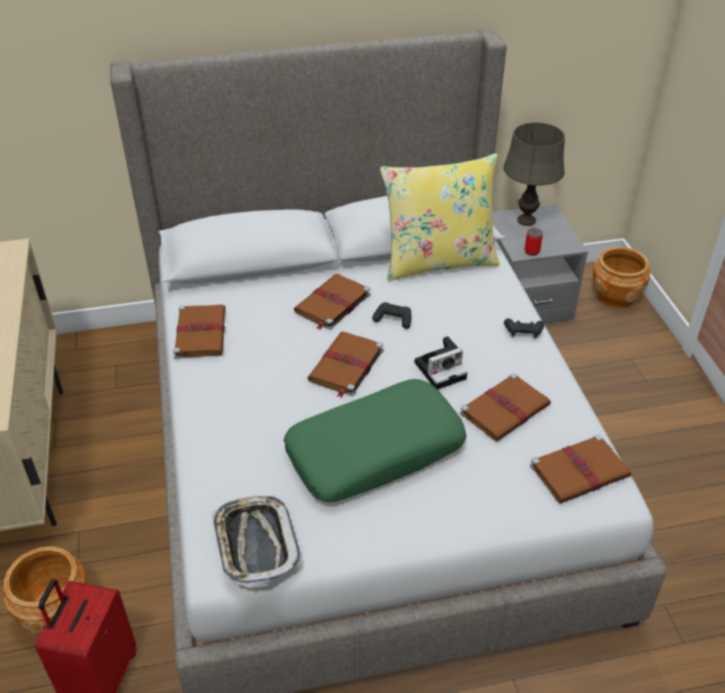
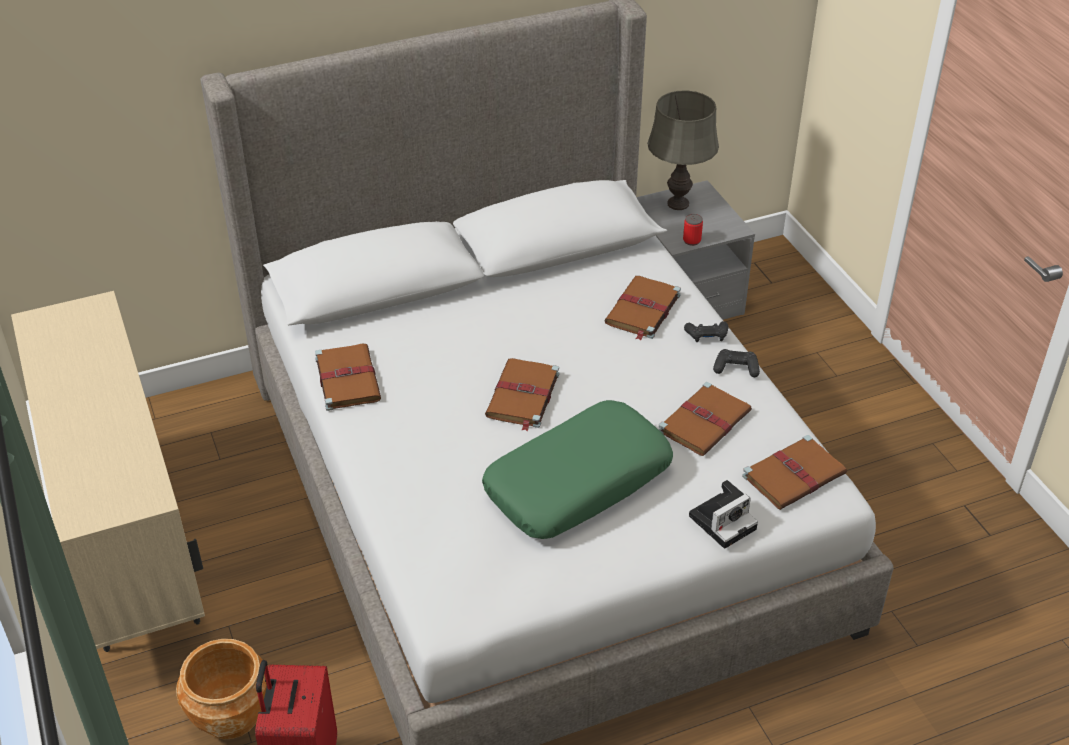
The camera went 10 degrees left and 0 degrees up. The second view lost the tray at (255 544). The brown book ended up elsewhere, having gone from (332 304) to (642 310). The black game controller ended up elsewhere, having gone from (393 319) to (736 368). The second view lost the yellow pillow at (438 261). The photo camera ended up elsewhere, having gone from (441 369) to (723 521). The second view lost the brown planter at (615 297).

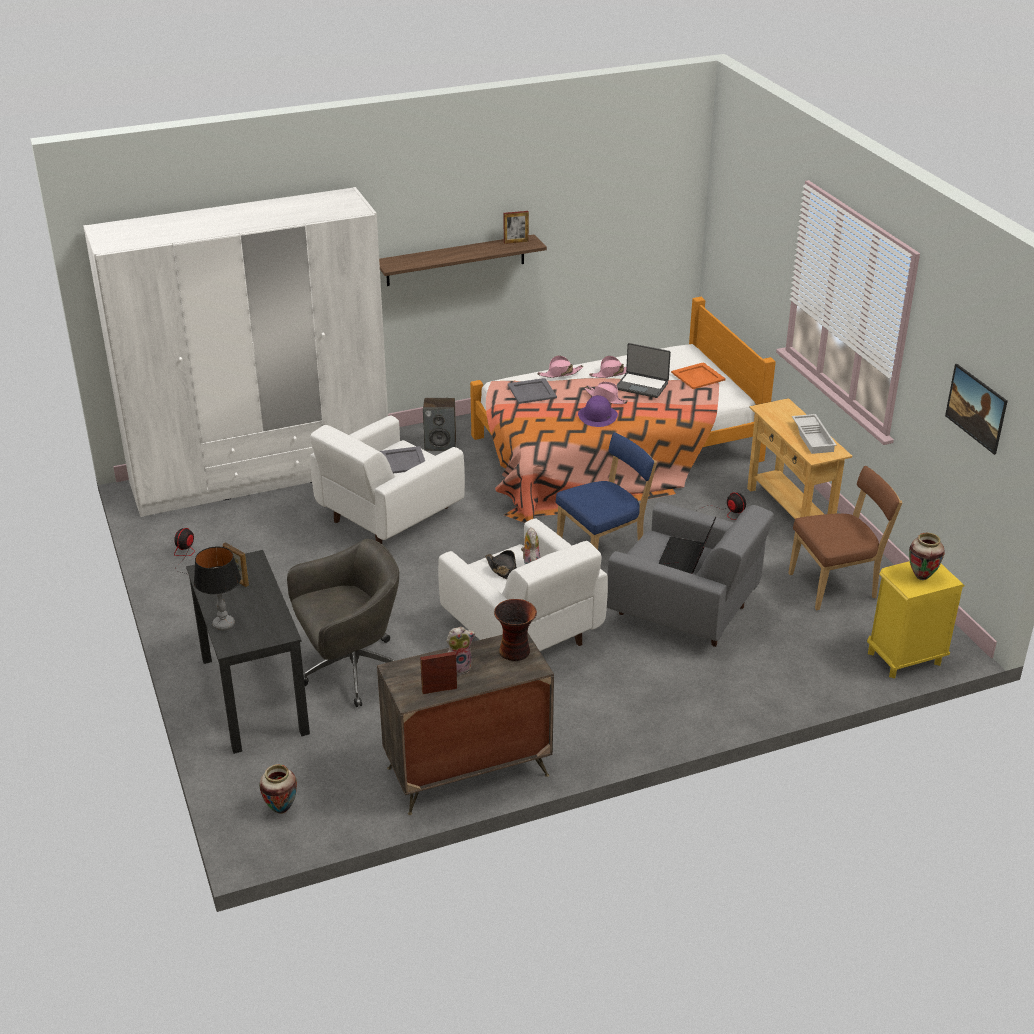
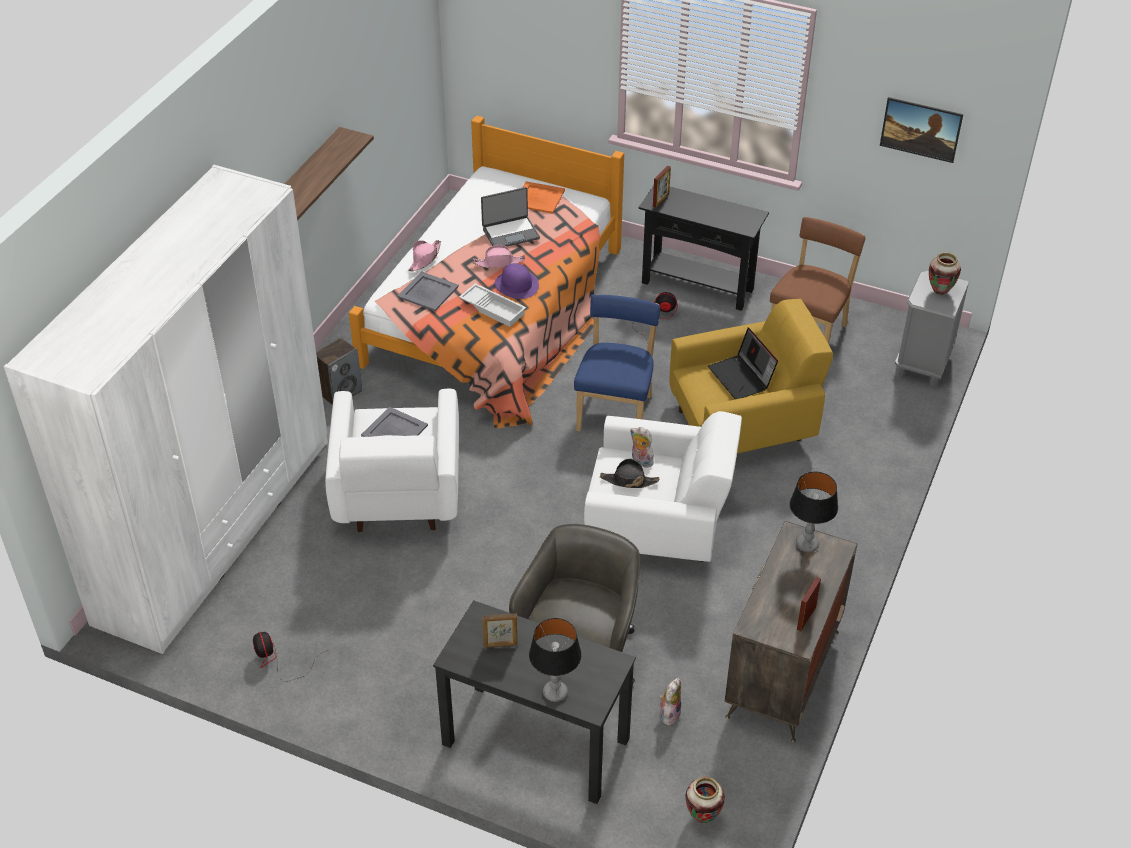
The camera went 45 degrees left and 10 degrees up. The plush toy ended up elsewhere, having gone from (459 667) to (669 713). Where the vase stood at (516 651), the table lamp came to stand at (807 544). The picture frame ended up elsewhere, having gone from (516 242) to (660 200). The second view lost the pink hat at (611 373). What was the grey armchair at (686 612) turned into the yellow armchair at (744 424). What was the beige console table at (789 511) turned into the black console table at (697 286). The white tray ended up elsewhere, having gone from (814 437) to (493 308). What was the yellow nightstand at (904 659) turned into the grey nightstand at (922 364).

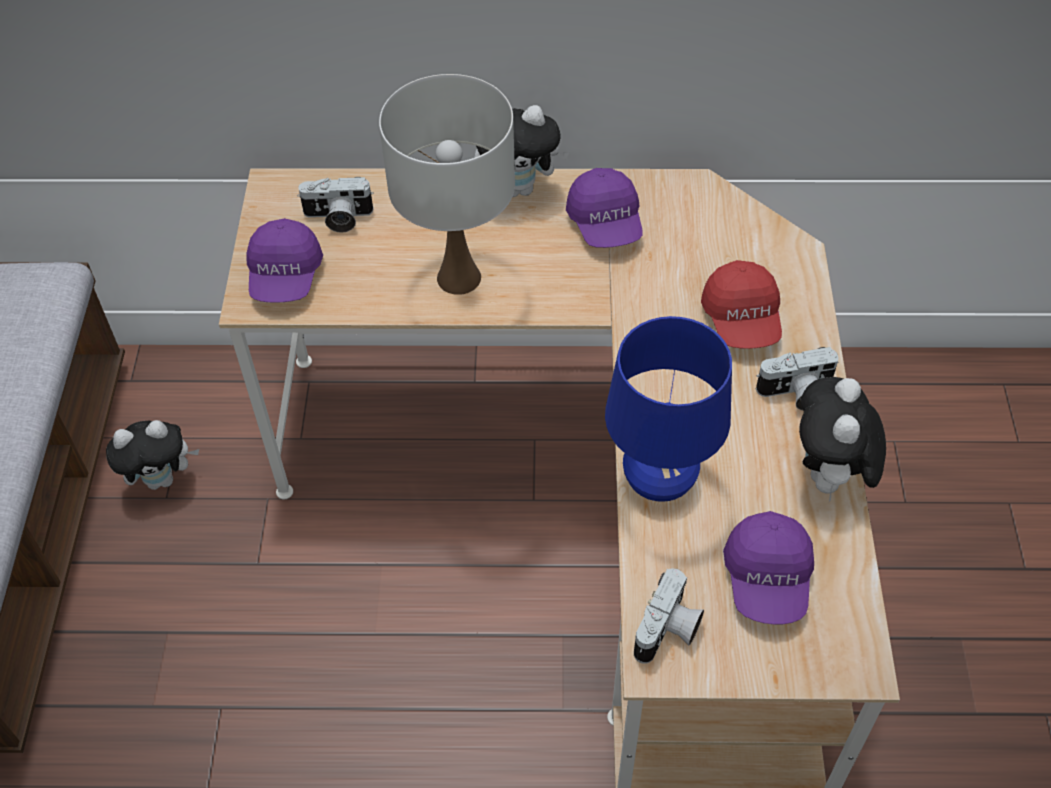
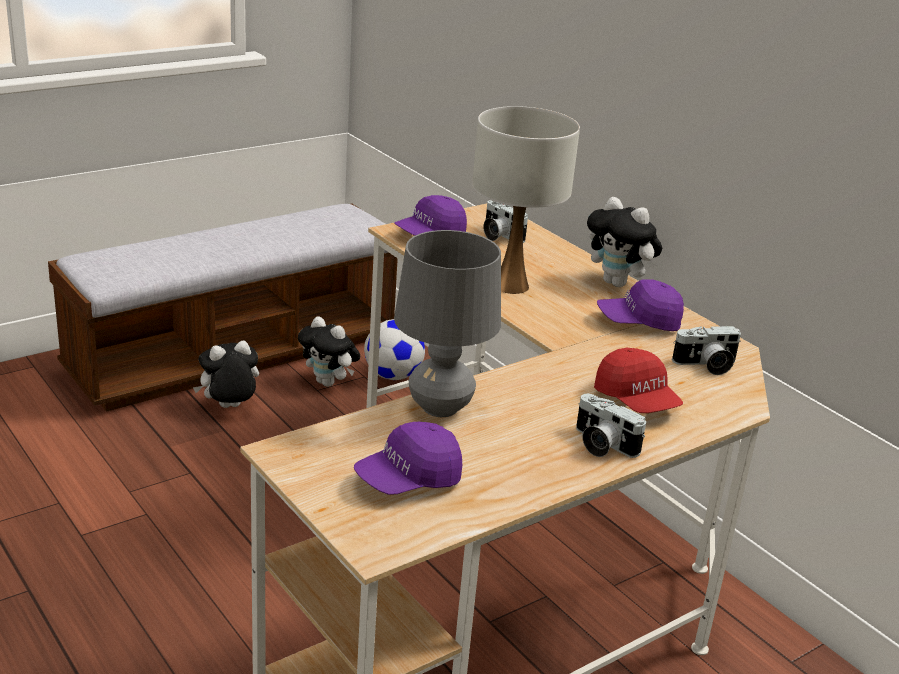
The camera went 50 degrees right and 25 degrees down. The purple cap at (605 224) ended up facing another way, 45 degrees clockwise from before. What was the blue table lamp at (659 482) turned into the grey table lamp at (440 408). The photo camera ended up elsewhere, having gone from (668 631) to (706 365). The red cap at (742 320) ended up facing another way, 75 degrees counterclockwise from before. The plush toy ended up elsewhere, having gone from (829 477) to (229 408). The second view gained the football at (393 375).

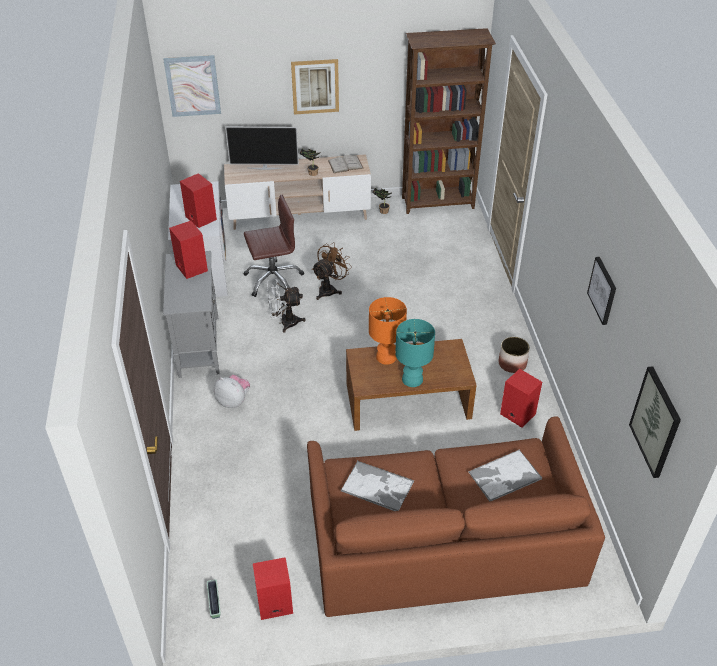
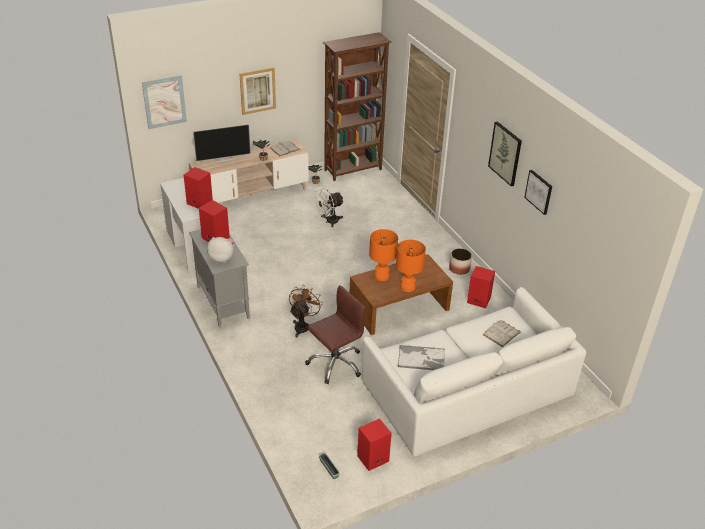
The camera went 20 degrees left and 5 degrees down. The plush toy ended up elsewhere, having gone from (233 401) to (222 258). The brown office chair ended up elsewhere, having gone from (273 280) to (335 363). The white fan ended up elsewhere, having gone from (284 323) to (329 221). What was the brown sofa at (443 538) turned into the white sofa at (467 389). The brown fan ended up elsewhere, having gone from (330 289) to (303 326). What was the turquoise table lamp at (413 379) turned into the orange table lamp at (408 286). Where the tray stood at (504 476), the white book came to stand at (501 333). The picture ended up elsewhere, having gone from (656 422) to (505 153).

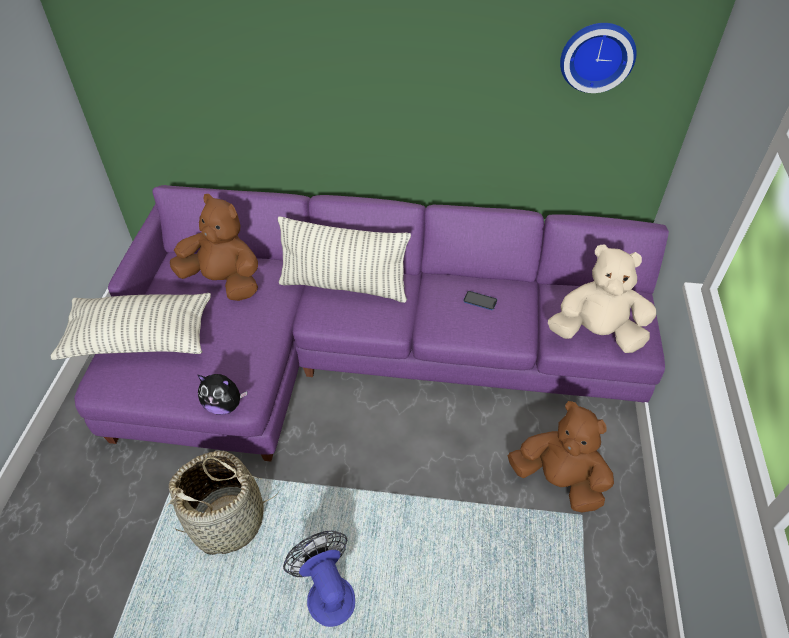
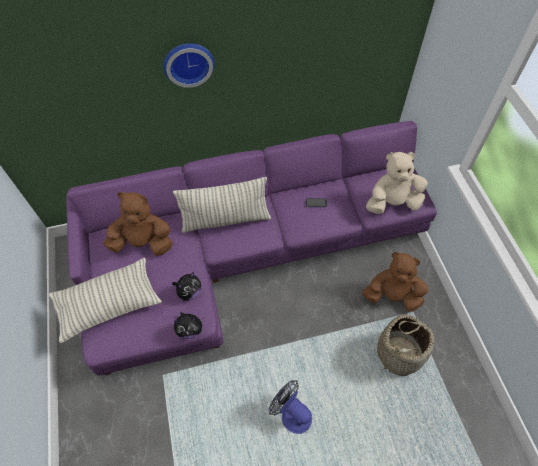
The camera went 20 degrees left and 10 degrees up. The basket ended up elsewhere, having gone from (228 521) to (399 353). The wall clock ended up elsewhere, having gone from (597 55) to (188 62). The second view gained the plush toy at (189 292).

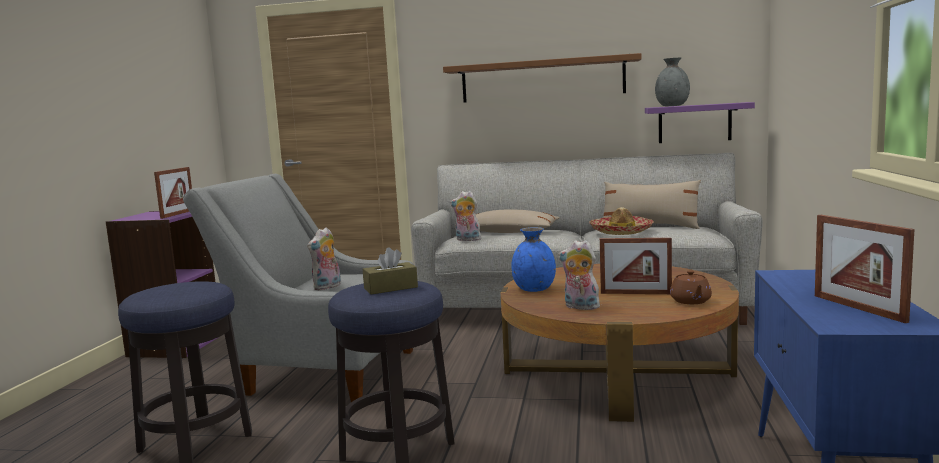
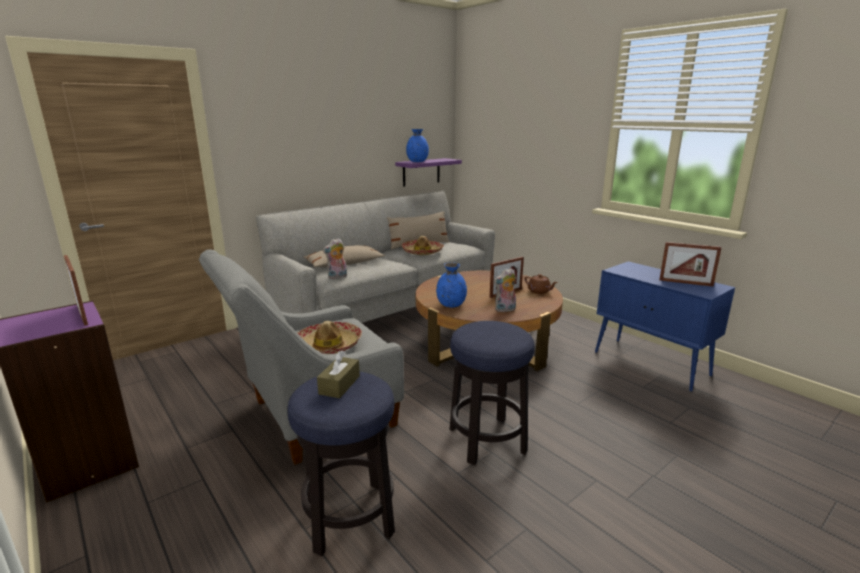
The camera went 50 degrees left and 10 degrees up. Where the plush toy stood at (327 287), the hat came to stand at (329 345). The brown tissue box ended up elsewhere, having gone from (390 288) to (339 385). The second view lost the brown shelf at (542 80). What was the grey vase at (672 106) turned into the blue vase at (417 161).

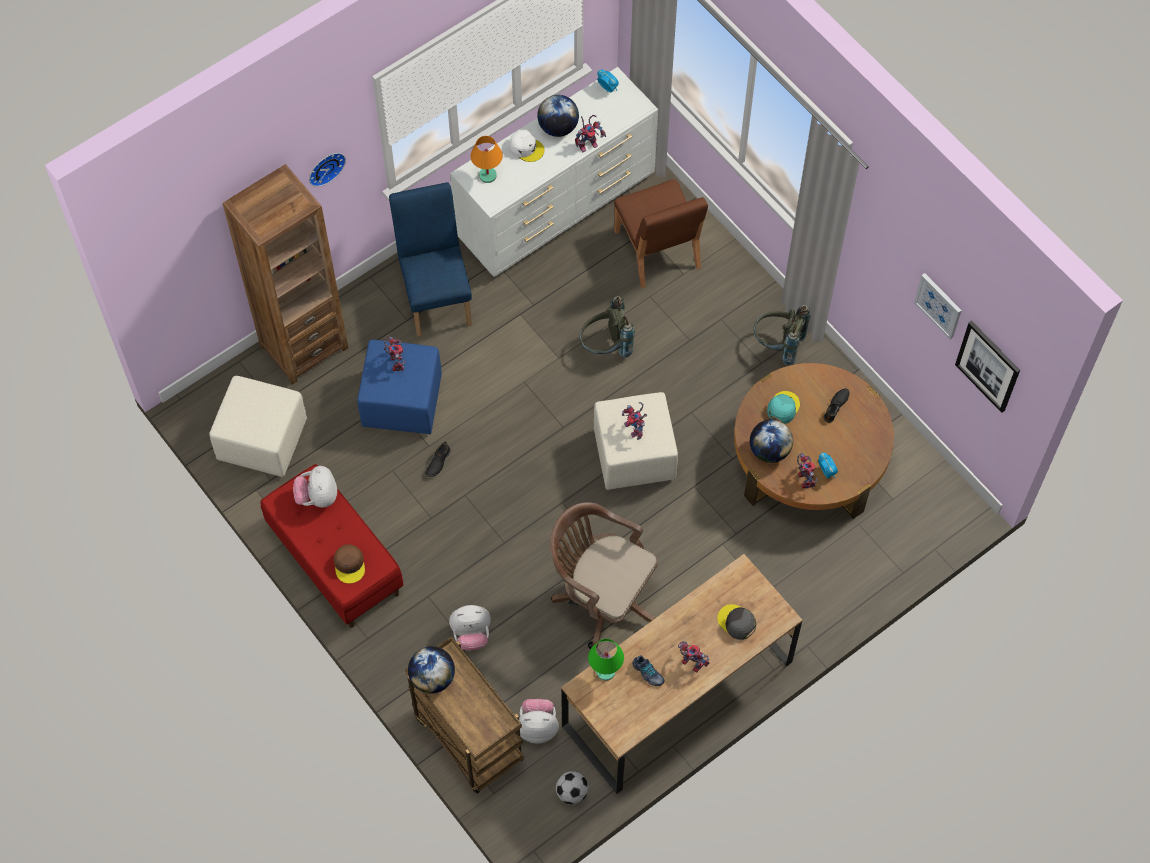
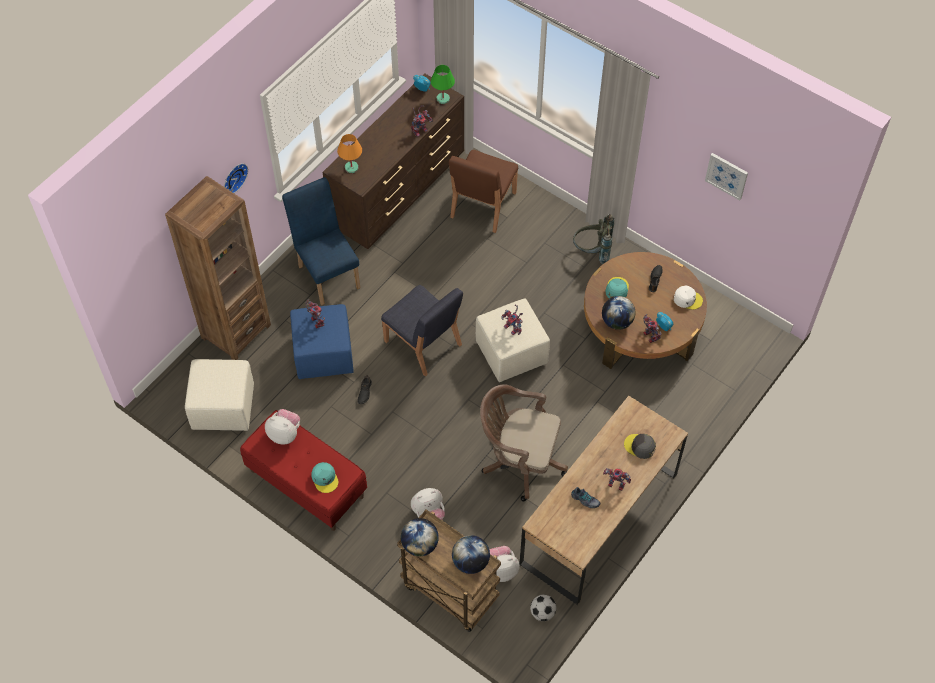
The camera went 15 degrees left and 5 degrees down. The plush toy at (317 497) ended up facing another way, 135 degrees clockwise from before. What was the brown cap at (349 565) turned into the turquoise cap at (325 478). What was the white dresser at (557 208) turned into the brown dresser at (399 191). The white cap ended up elsewhere, having gone from (526 148) to (687 299). The globe ended up elsewhere, having gone from (558 127) to (470 562). The second view lost the grey backpack at (606 347). The green table lamp ended up elsewhere, having gone from (605 671) to (442 99). The brown chair at (657 250) ended up facing another way, 60 degrees clockwise from before. The second view lost the picture at (988 366). The second view gained the blue chair at (423 344).

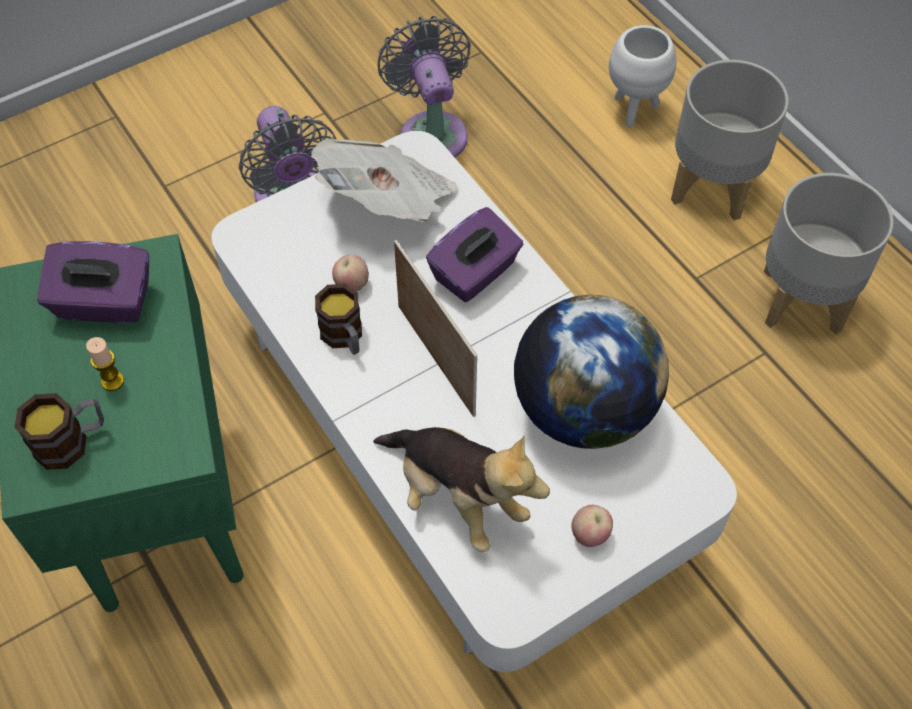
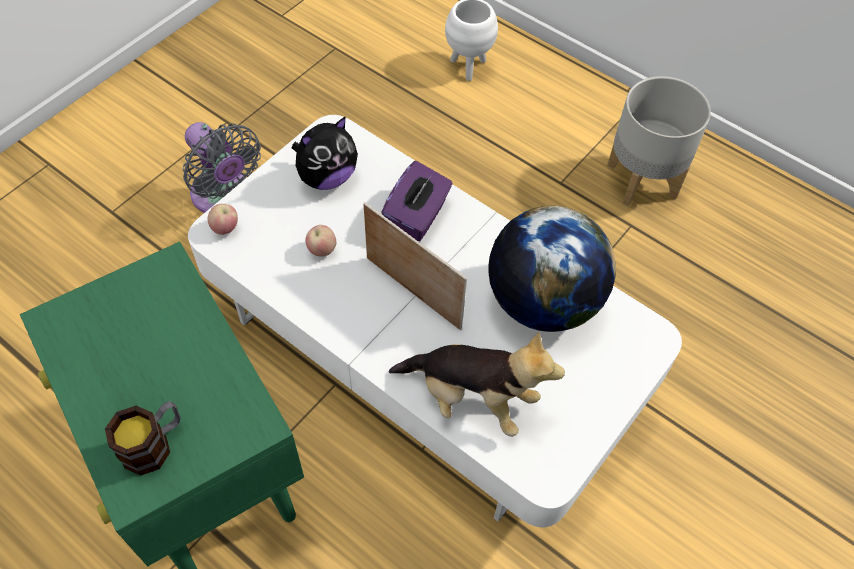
The camera went 20 degrees left and 0 degrees up. The second view lost the purple tissue box at (103 303). The second view lost the candle at (112 381). Where the newspaper stood at (388 202), the plush toy came to stand at (327 177). The second view lost the mug at (345 338). The second view lost the grey fan at (431 131). The apple ended up elsewhere, having gone from (590 535) to (225 228). The second view lost the grey planter at (713 187).

